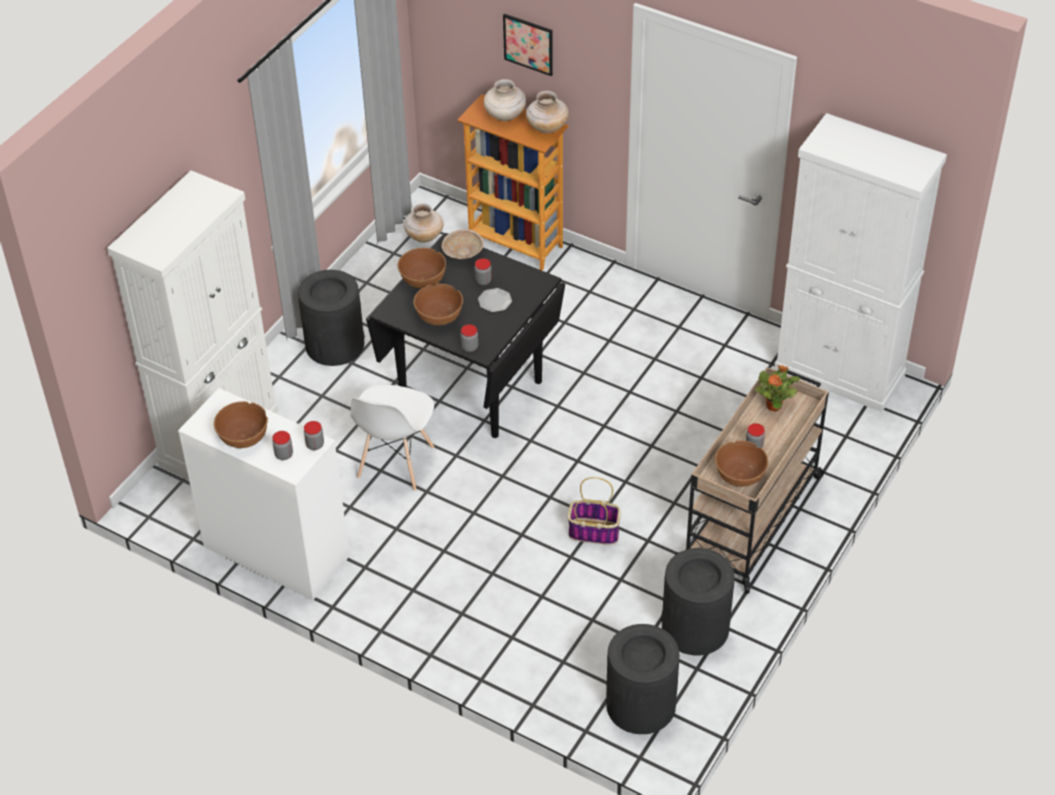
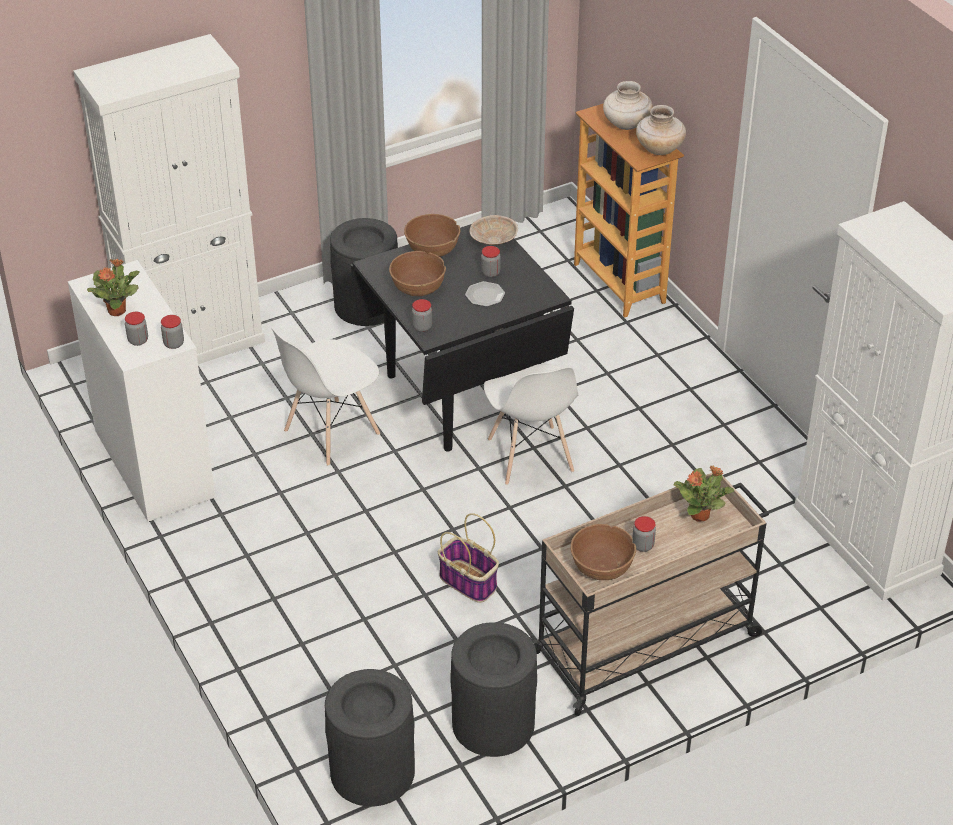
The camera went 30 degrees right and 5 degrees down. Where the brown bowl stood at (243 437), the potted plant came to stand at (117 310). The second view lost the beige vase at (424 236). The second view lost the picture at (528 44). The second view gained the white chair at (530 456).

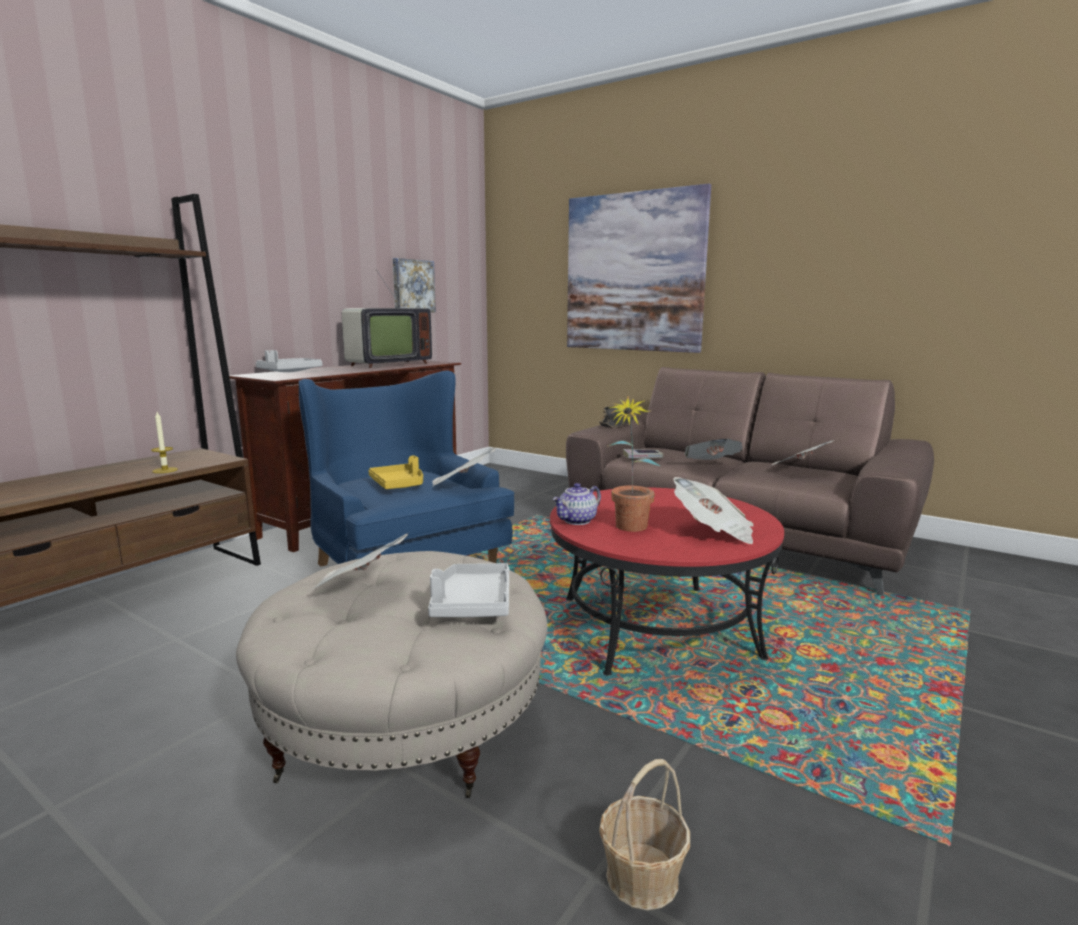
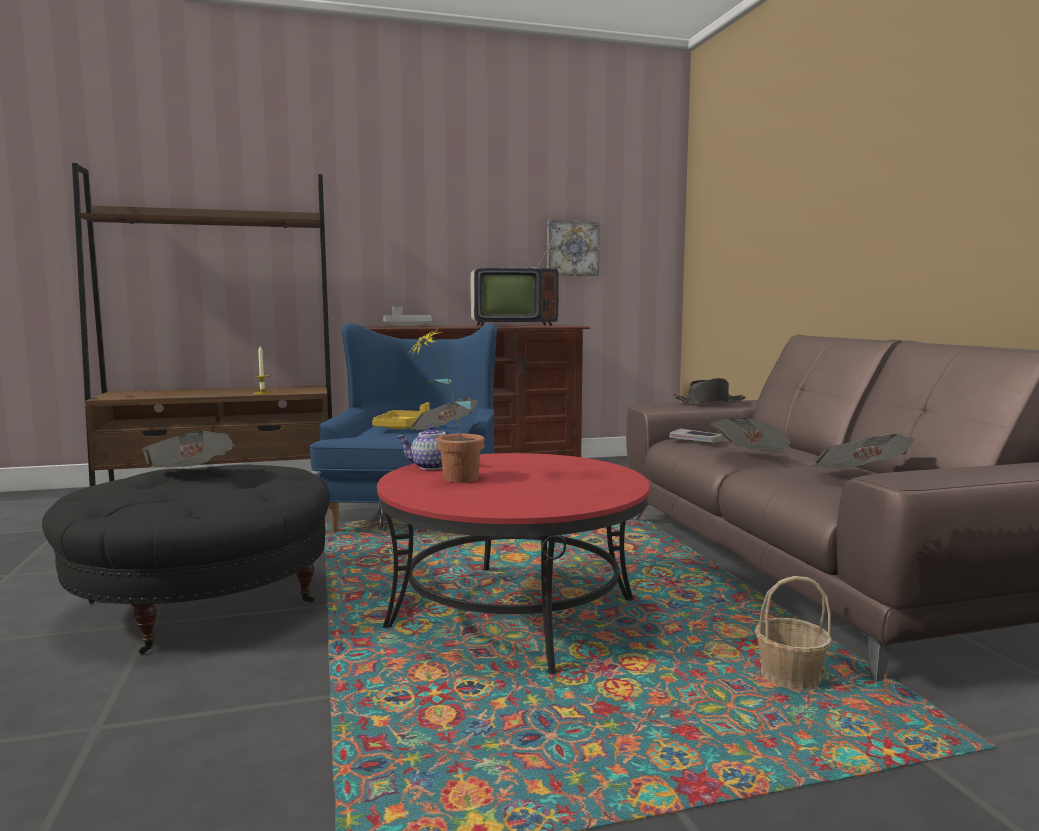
The camera went 40 degrees right and 5 degrees down. What was the beige ottoman at (404 724) turned into the black ottoman at (203 602). The second view lost the grey tray at (471 603). The second view lost the picture at (634 273). The basket ended up elsewhere, having gone from (641 877) to (789 677). The second view lost the newspaper at (713 532).

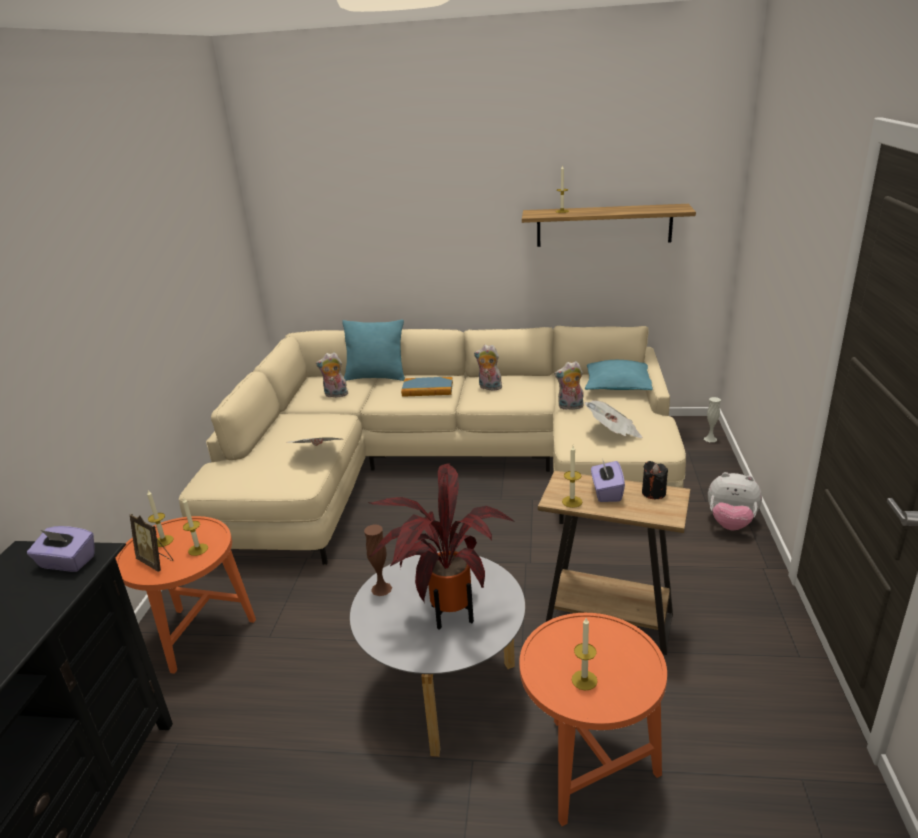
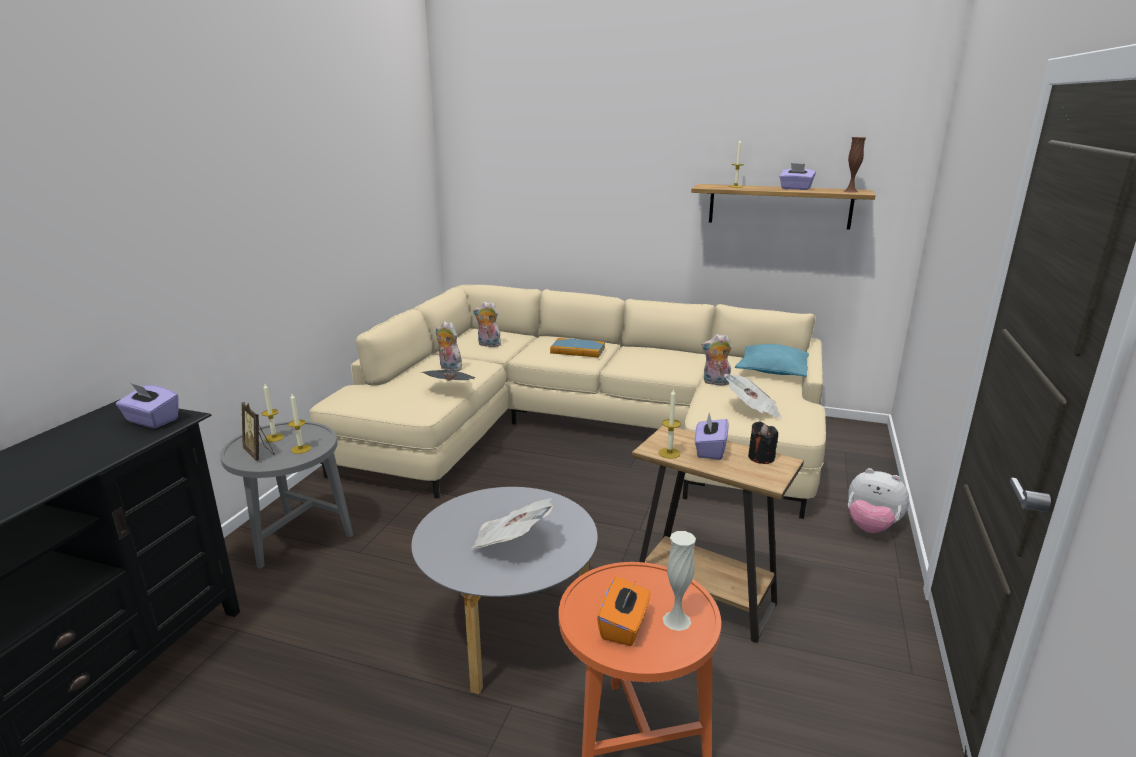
The camera went 10 degrees right and 5 degrees down. What was the orange side table at (200 636) turned into the grey side table at (296 541). The second view lost the turquoise pillow at (376 377). The brown vase ended up elsewhere, having gone from (381 589) to (850 191). Where the potted plant stood at (446 613), the newspaper came to stand at (511 542). The plush toy ended up elsewhere, having gone from (489 387) to (449 368). Where the candle stood at (584 680), the orange tissue box came to stand at (624 626). The white vase ended up elsewhere, having gone from (710 439) to (676 620). The second view gained the purple tissue box at (795 188).

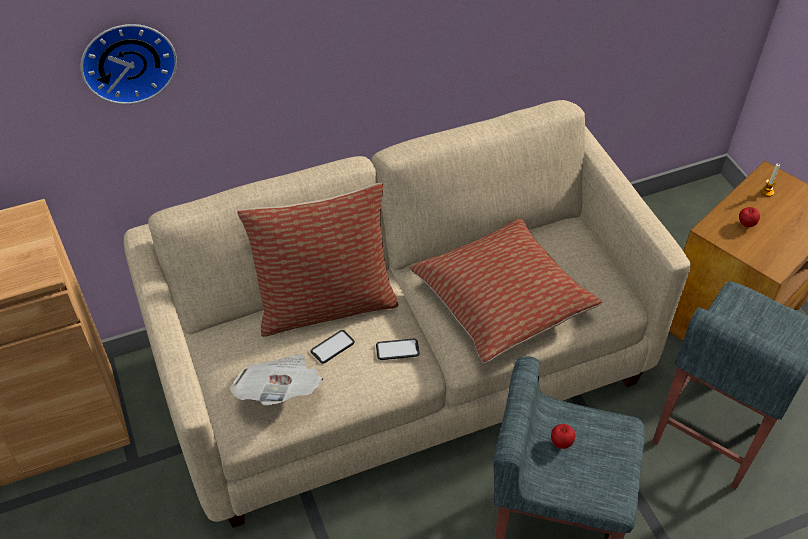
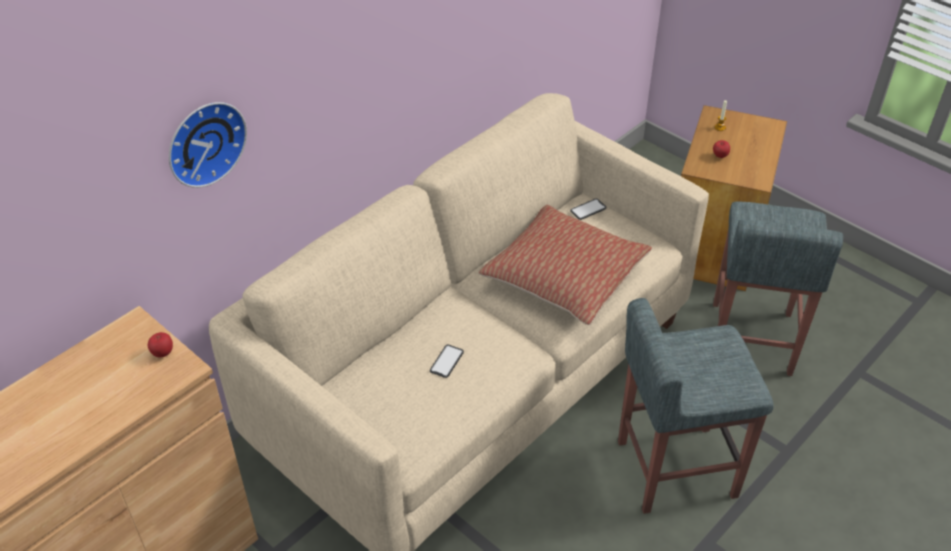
The camera went 25 degrees left and 5 degrees down. The second view lost the newspaper at (281 392). The second view lost the pillow at (325 303). The phone ended up elsewhere, having gone from (397 350) to (588 209). The apple ended up elsewhere, having gone from (561 443) to (163 353).

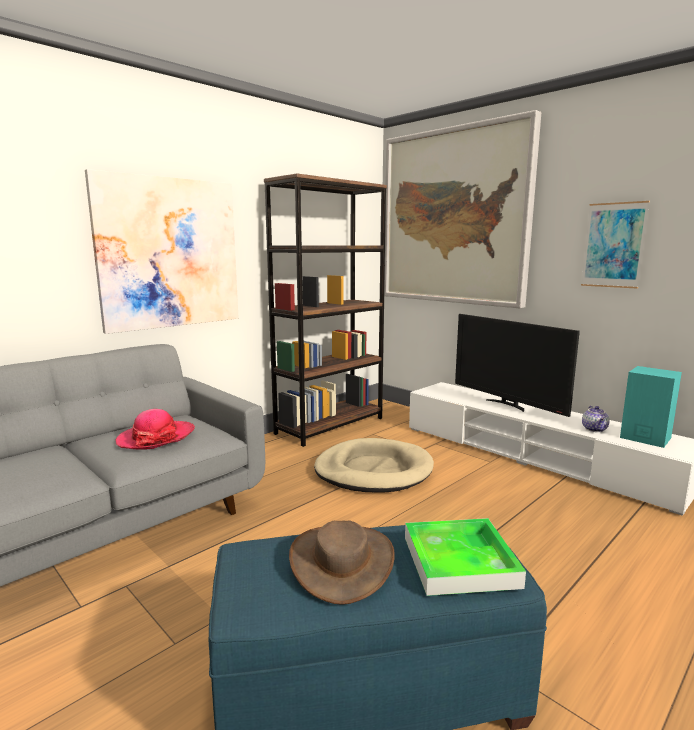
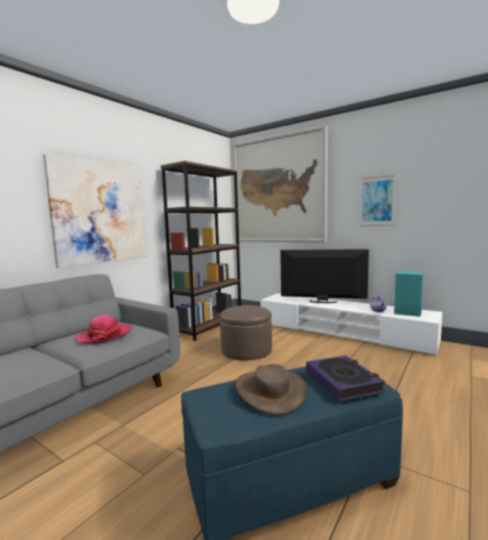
The camera went 10 degrees left and 5 degrees down. Where the beige dog bed stood at (373 470), the brown ottoman came to stand at (246 350). Where the tray stood at (459 561), the book came to stand at (343 382). The television at (507 404) ended up facing another way, 150 degrees clockwise from before.

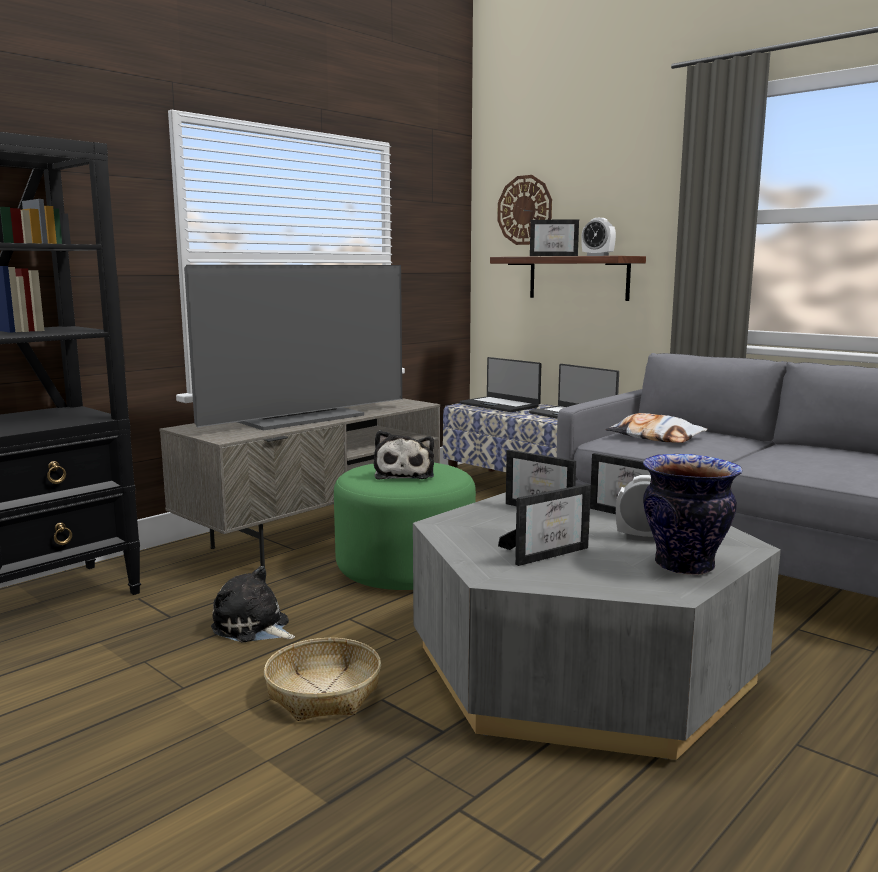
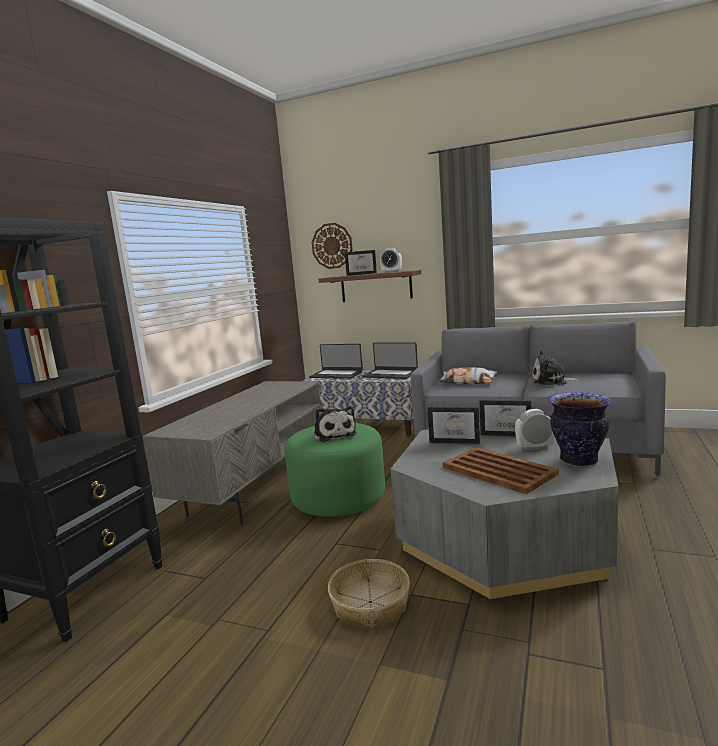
The camera went 20 degrees left and 0 degrees up. The second view lost the television at (302 418). The plush toy ended up elsewhere, having gone from (253 628) to (551 381). Where the picture frame stood at (547 553), the brown tray came to stand at (497 470).

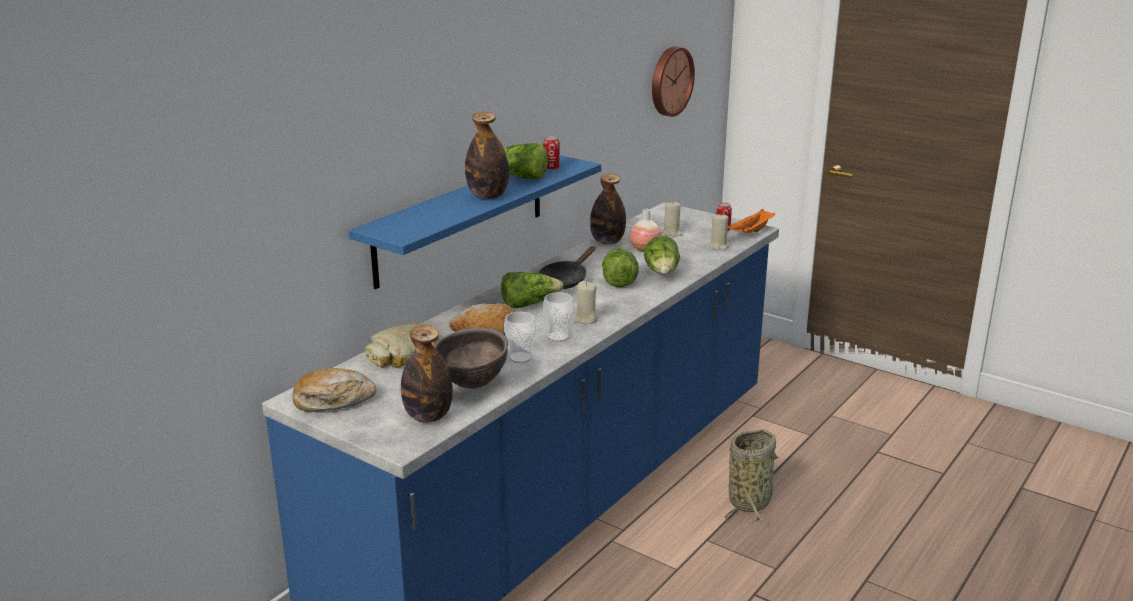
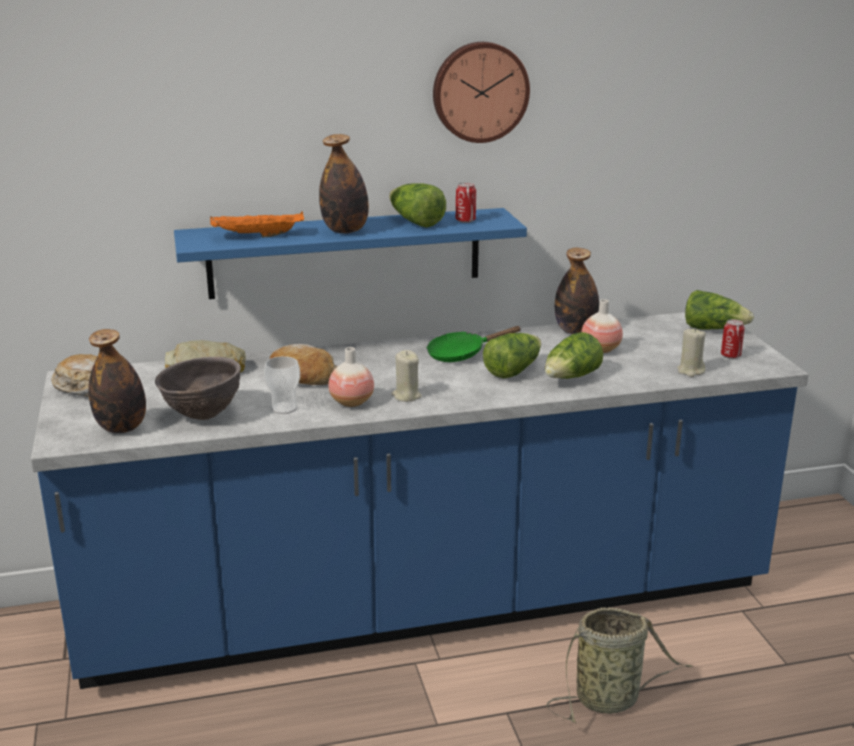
The camera went 40 degrees right and 0 degrees up. The lettuce ended up elsewhere, having gone from (529 304) to (713 329). What was the black frying pan at (565 280) turned into the green frying pan at (461 354). Where the cup stood at (558 337), the vase came to stand at (351 402). The wall clock ended up elsewhere, having gone from (670 81) to (479 91). The second view lost the beige candle at (672 233). The orange tray ended up elsewhere, having gone from (751 232) to (257 236).

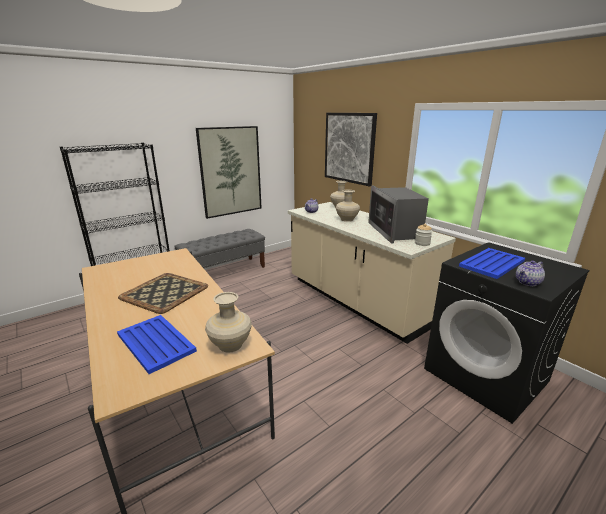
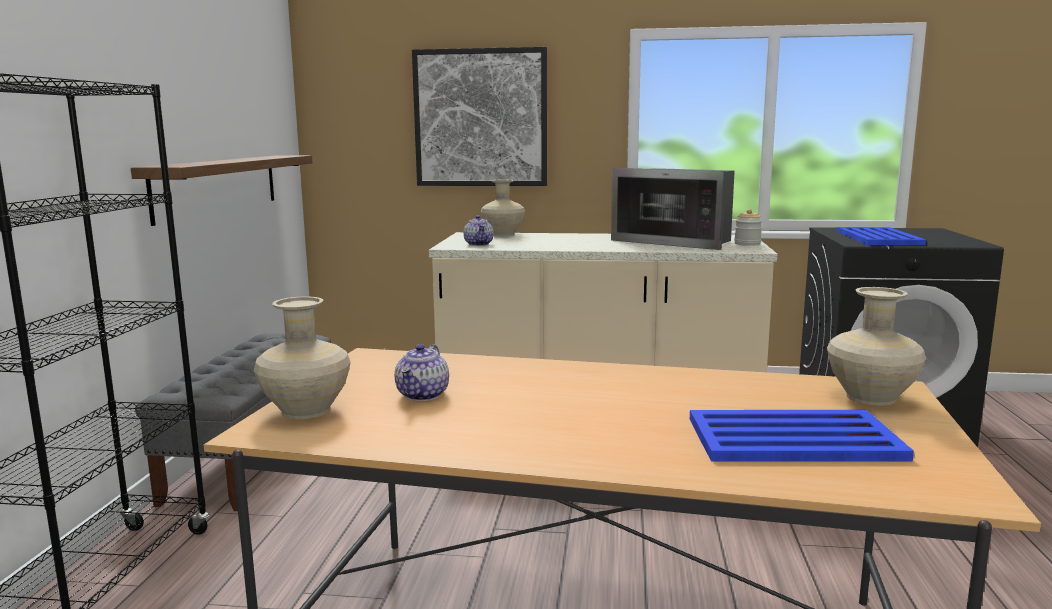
The camera went 45 degrees left and 10 degrees down. The second view lost the tray at (165 292). Where the picture hung at (231 171), the shelf came to hang at (218 186). The beige vase ended up elsewhere, having gone from (347 219) to (305 410). The teapot ended up elsewhere, having gone from (527 282) to (423 395).

